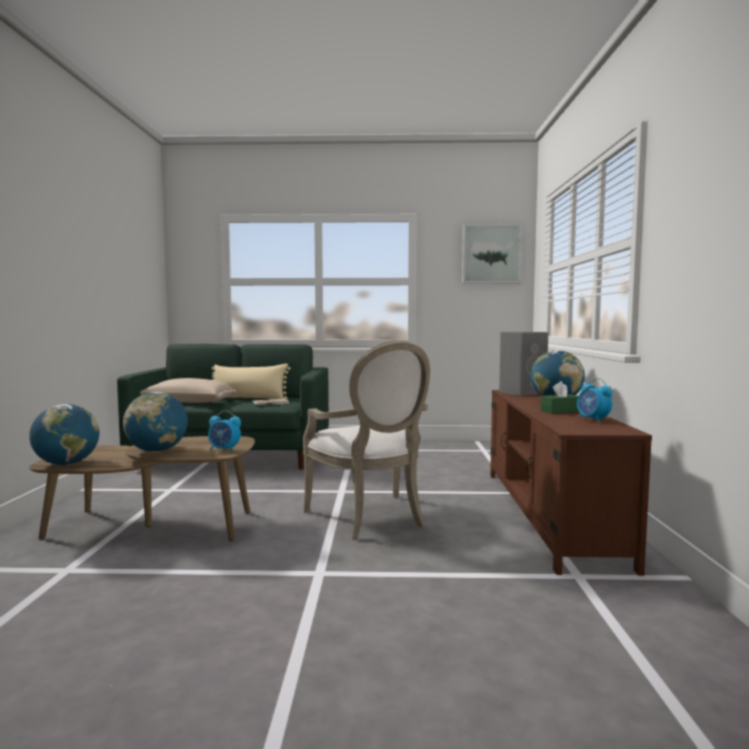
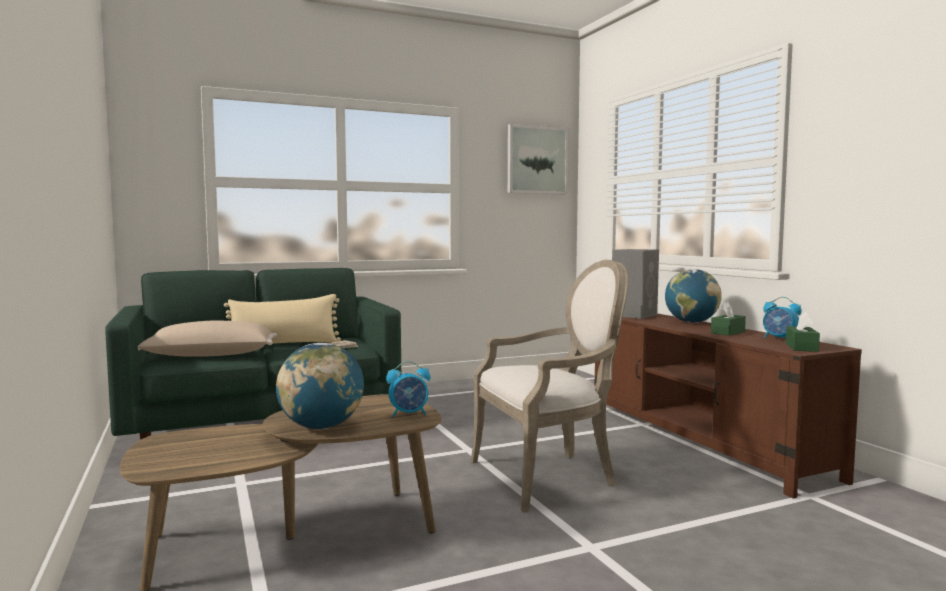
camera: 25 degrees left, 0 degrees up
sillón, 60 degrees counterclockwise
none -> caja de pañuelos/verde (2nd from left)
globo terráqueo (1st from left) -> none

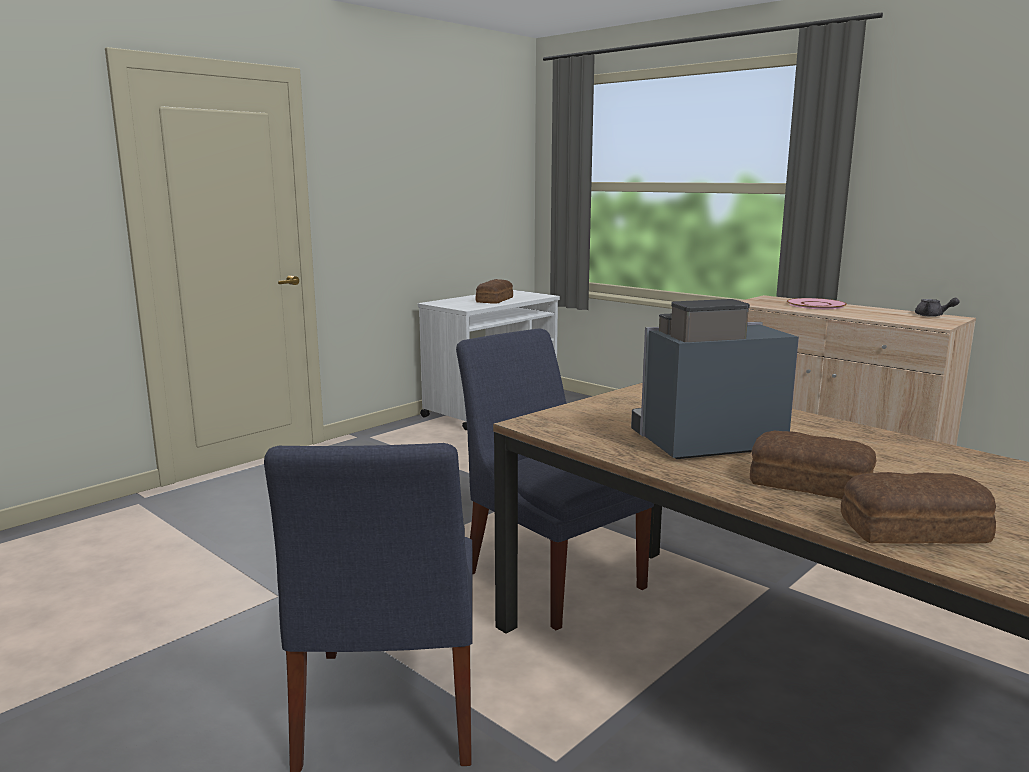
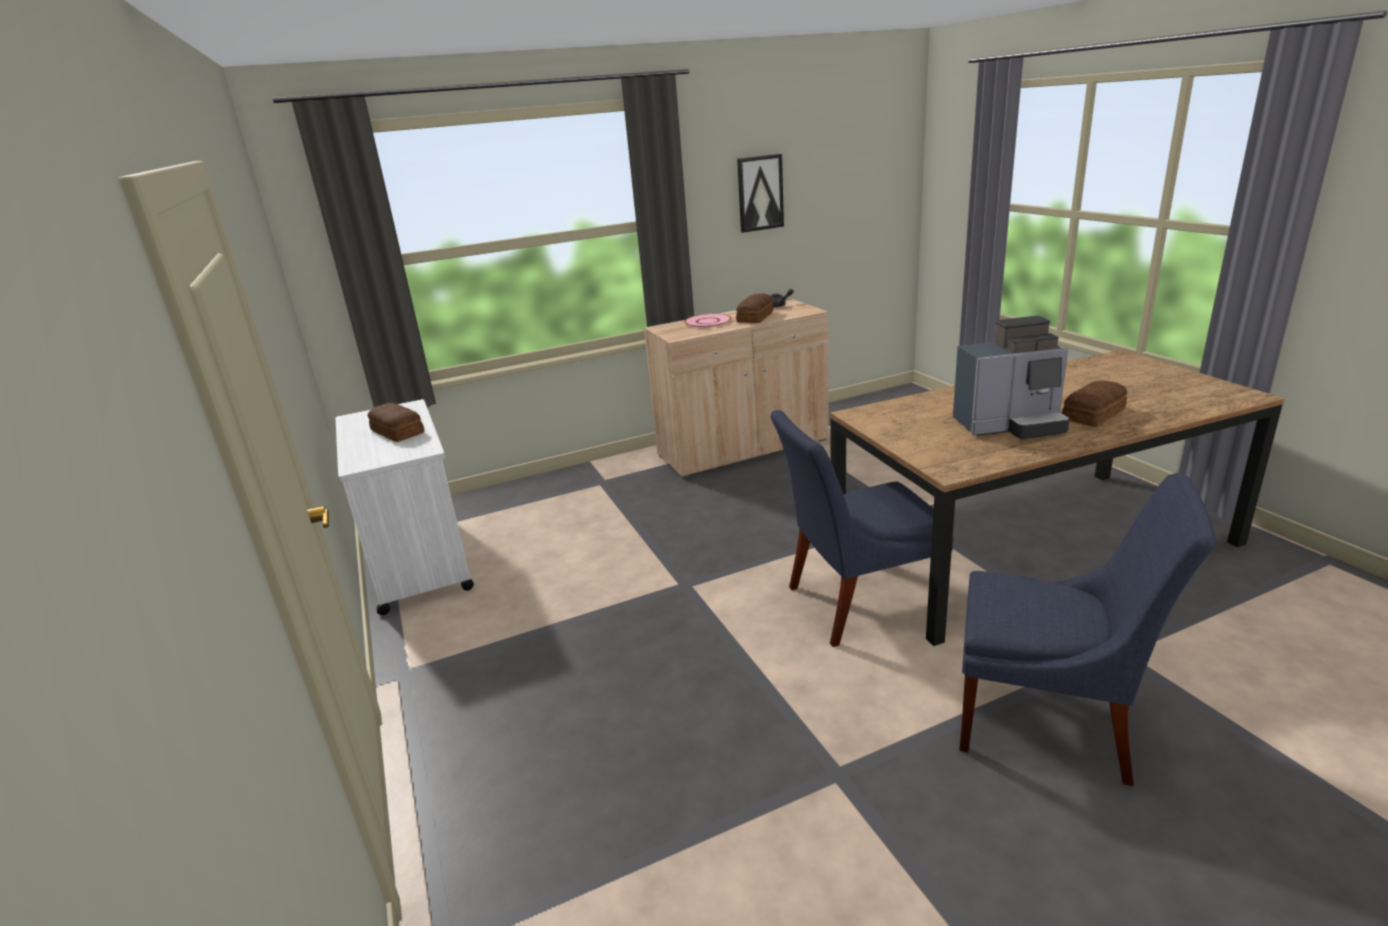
camera: 65 degrees left, 10 degrees up
pan (3rd from left in the first image) -> pan (2nd from left), moved
none -> cuadro
cafetera, 105 degrees counterclockwise

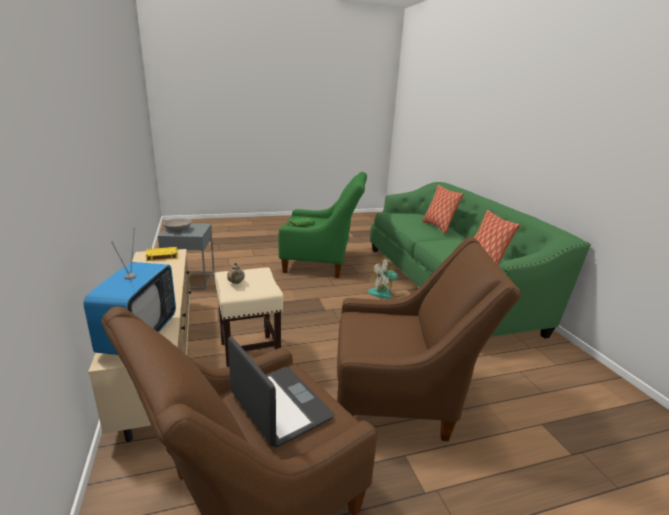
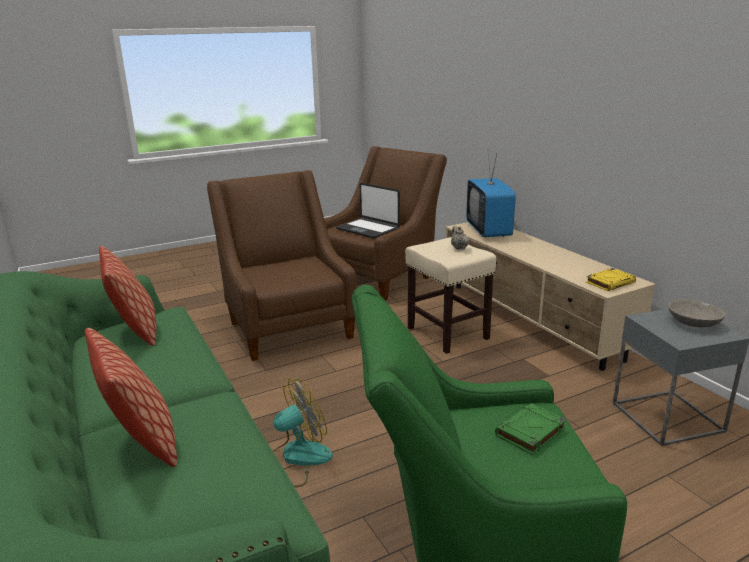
camera: 170 degrees right, 0 degrees up
sillón/marrón (2nd from left in the first image) -> sillón/marrón (1st from left), 75 degrees clockwise

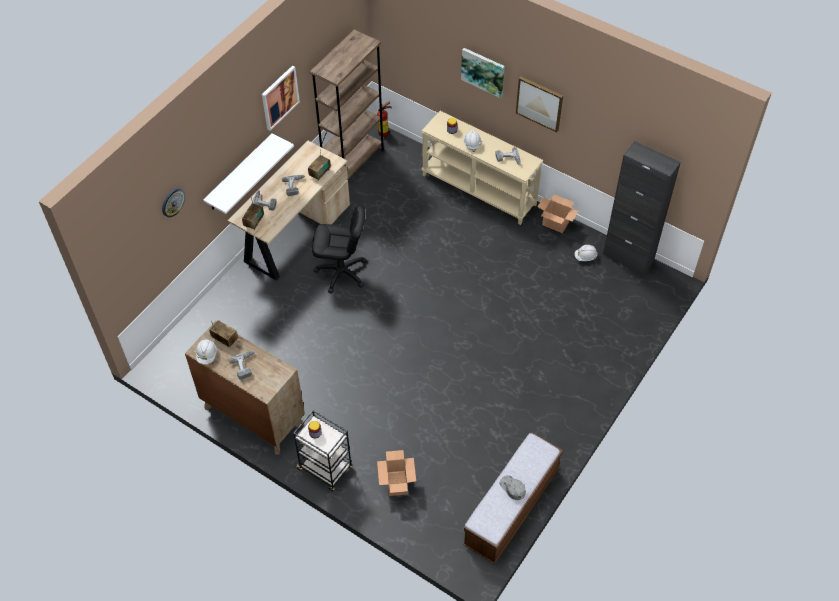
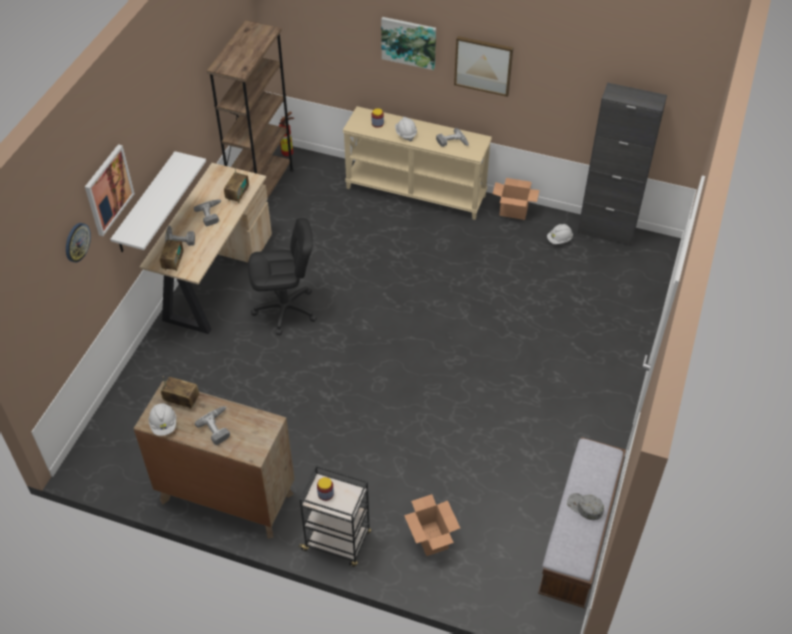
camera: 15 degrees left, 5 degrees down
cuadro (1st from left), moved

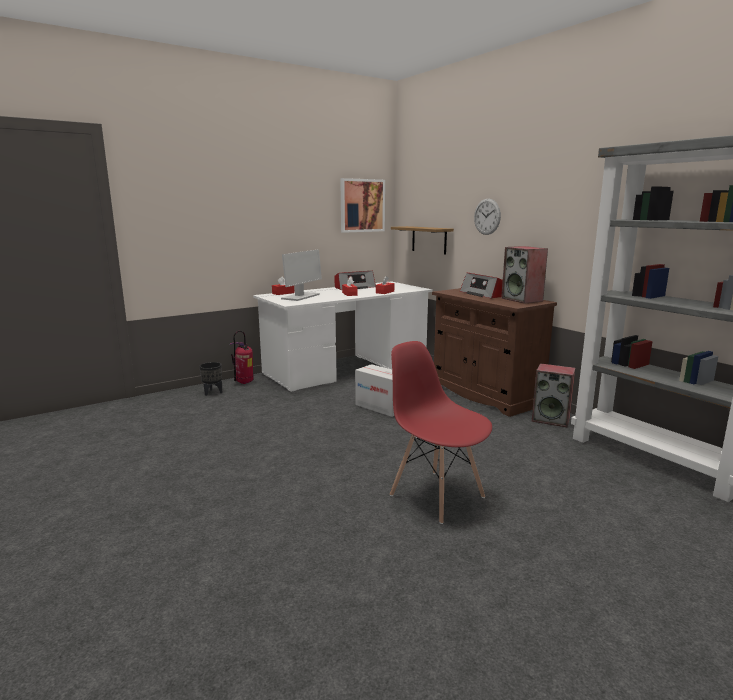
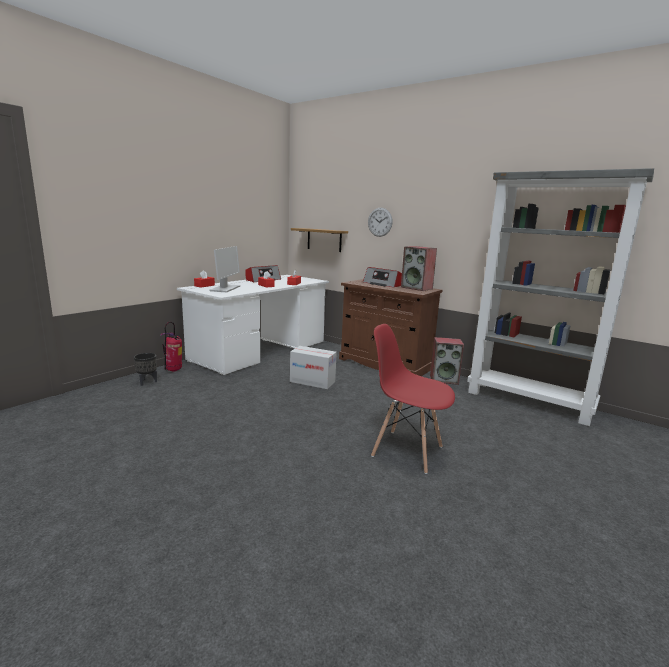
camera: 20 degrees left, 0 degrees up
cuadro -> none

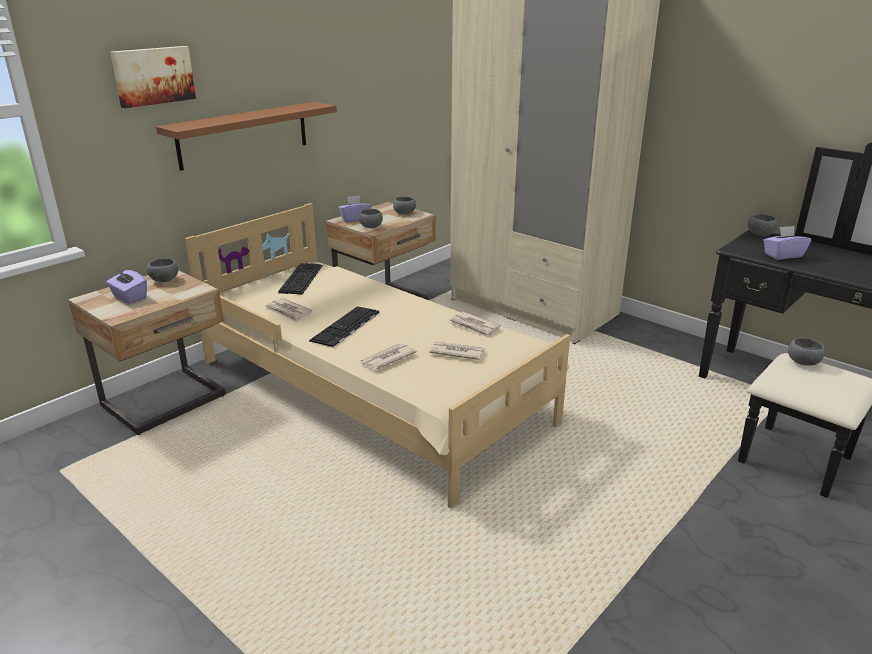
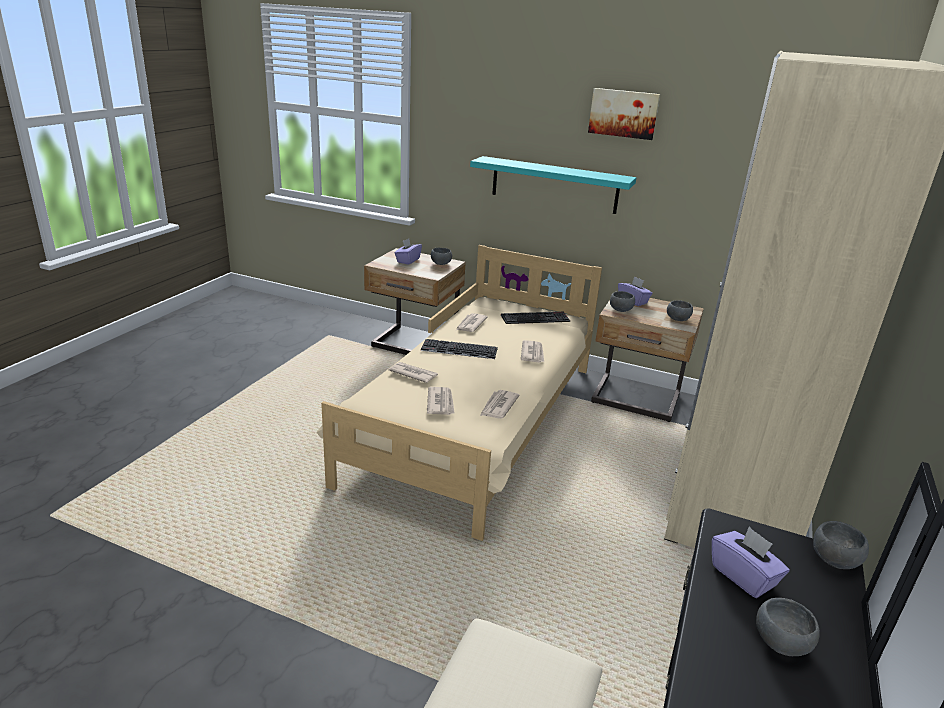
camera: 70 degrees right, 0 degrees up
estante/marrón -> estante/turquesa
none -> periódico (5th from left)
cuadro, moved
cuenco/gris (5th from left in the first image) -> cuenco/gris (4th from left), moved

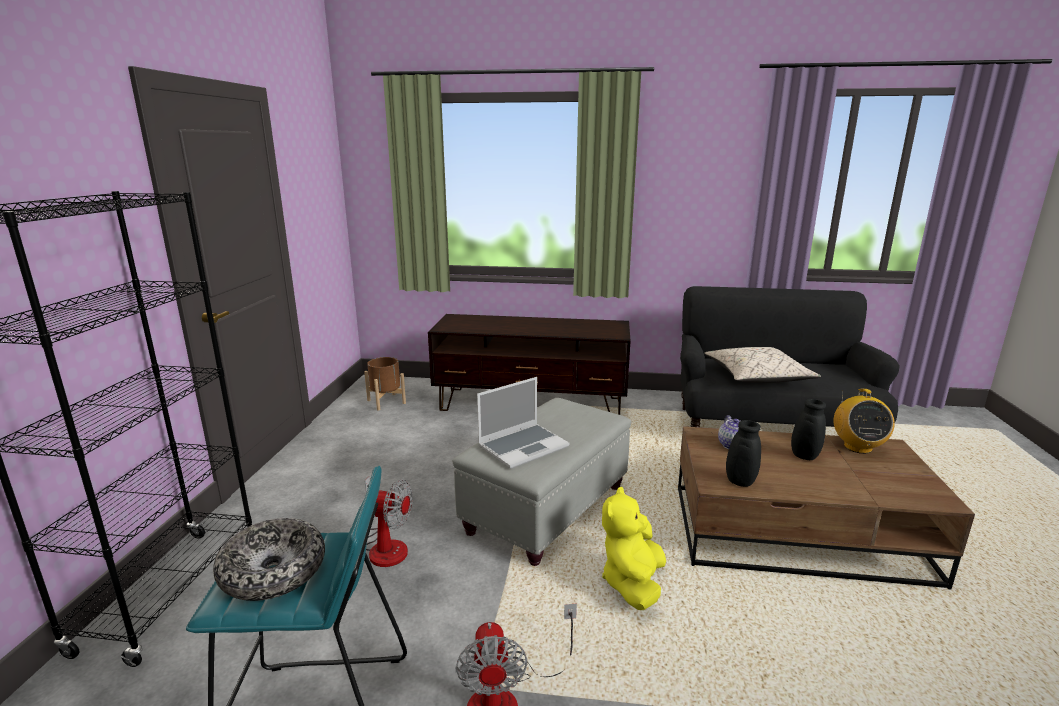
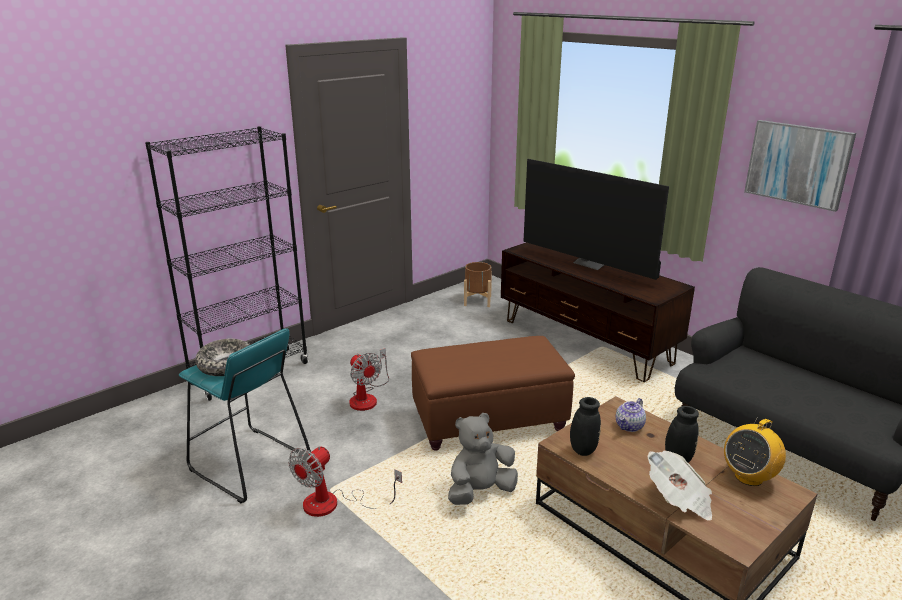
camera: 40 degrees right, 5 degrees up
puf/gris -> puf/marrón
peluche/amarillo -> peluche/gris
none -> televisor
none -> periódico
none -> cuadro
portátil -> none
cojín/beis -> none

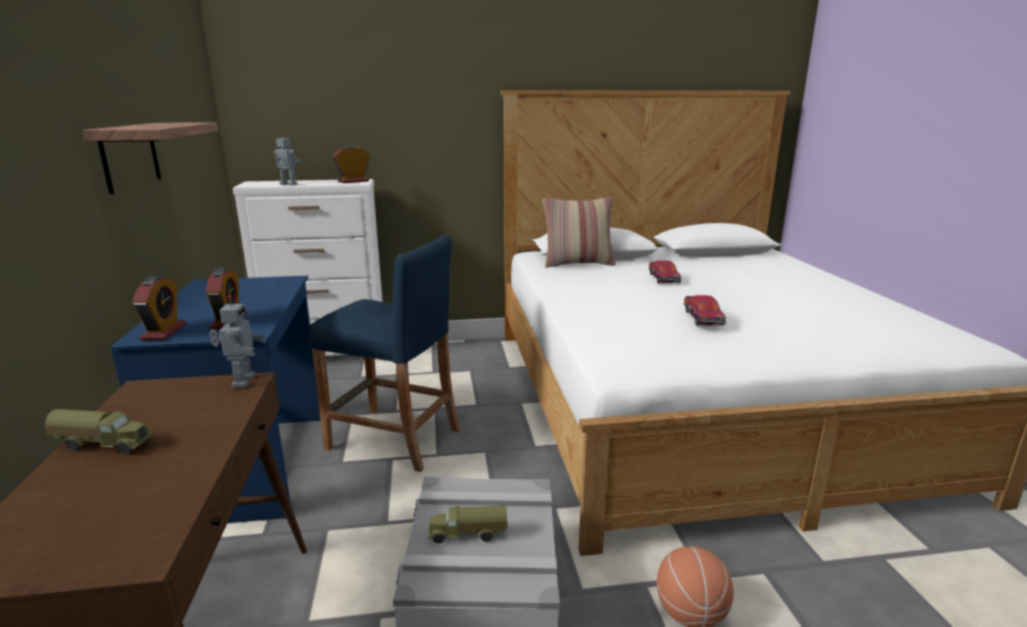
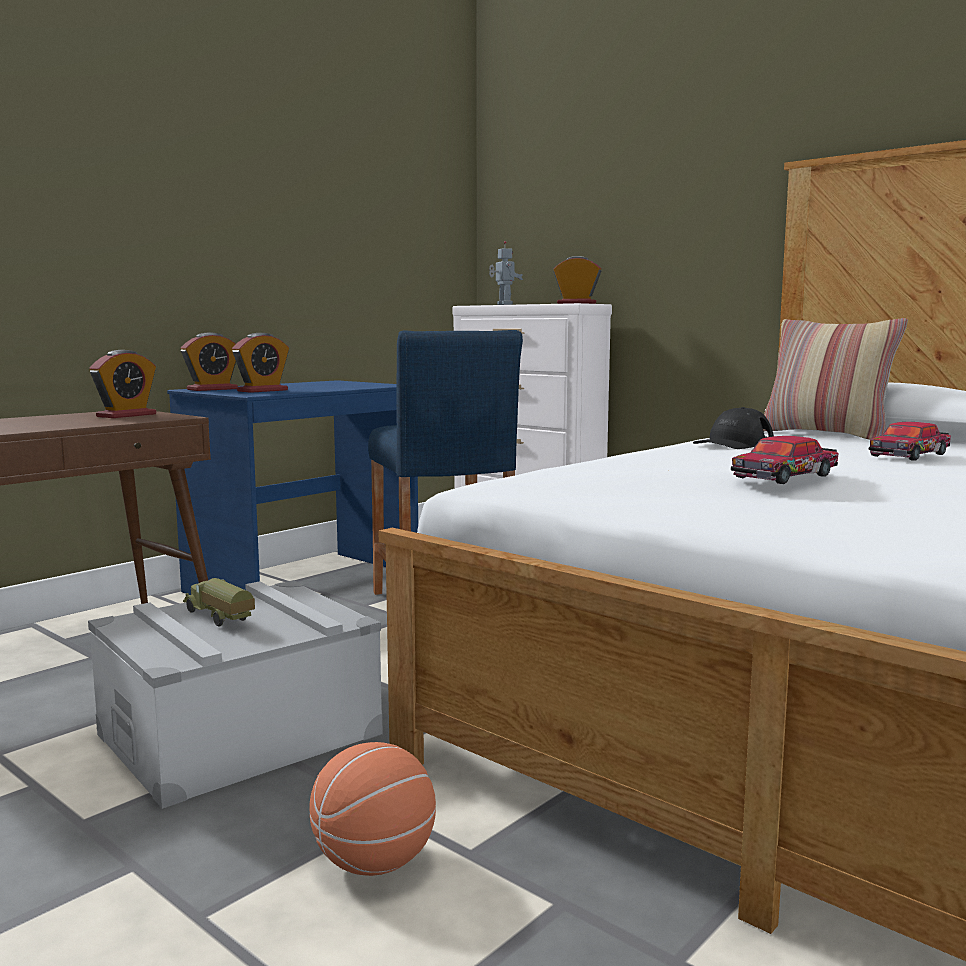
camera: 50 degrees right, 10 degrees down
none -> despertador (1st from left)
none -> gorra/negro
camión de juguete (1st from left) -> none
estante -> none
robot de juguete (1st from left) -> none

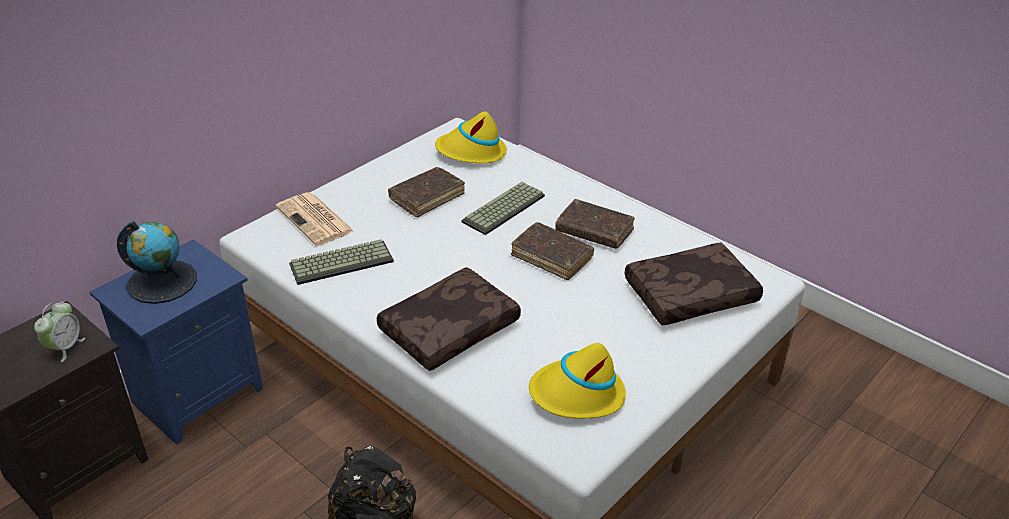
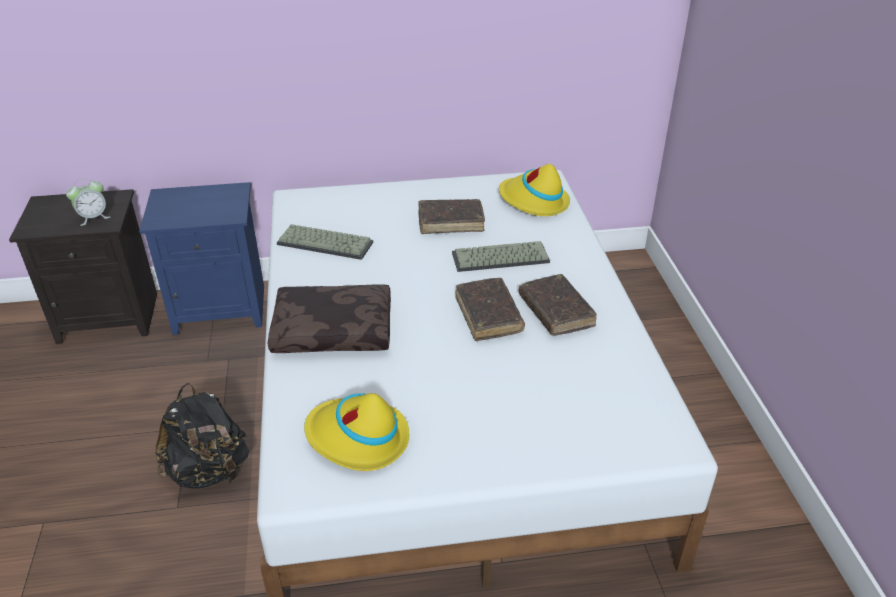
camera: 40 degrees right, 0 degrees up
globo terráqueo -> none
periódico -> none
cojín/marrón (2nd from left) -> none

